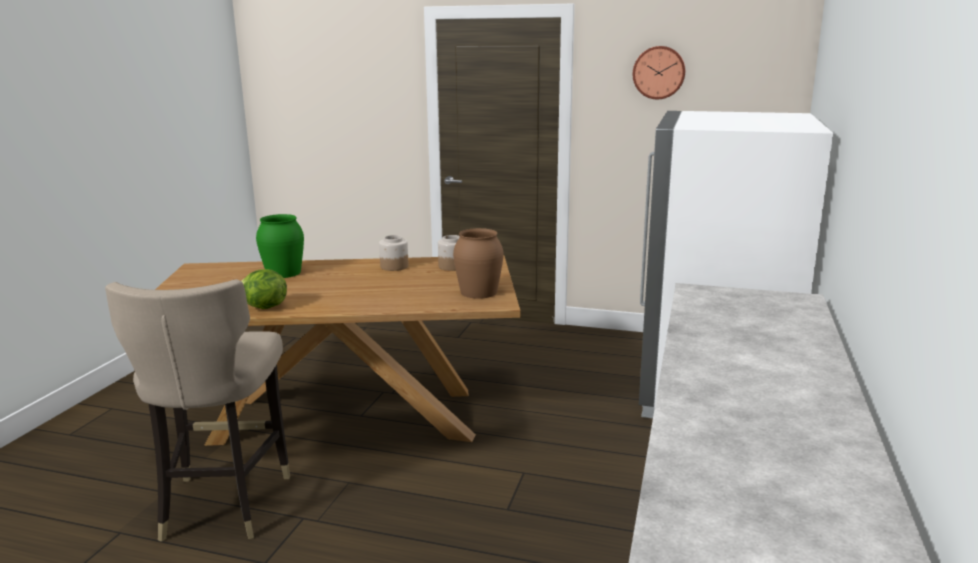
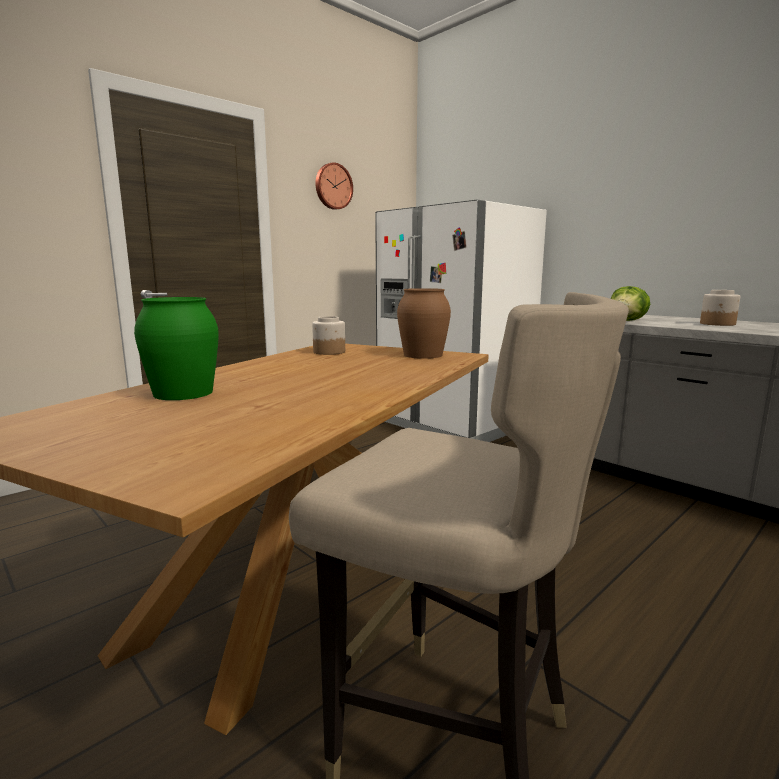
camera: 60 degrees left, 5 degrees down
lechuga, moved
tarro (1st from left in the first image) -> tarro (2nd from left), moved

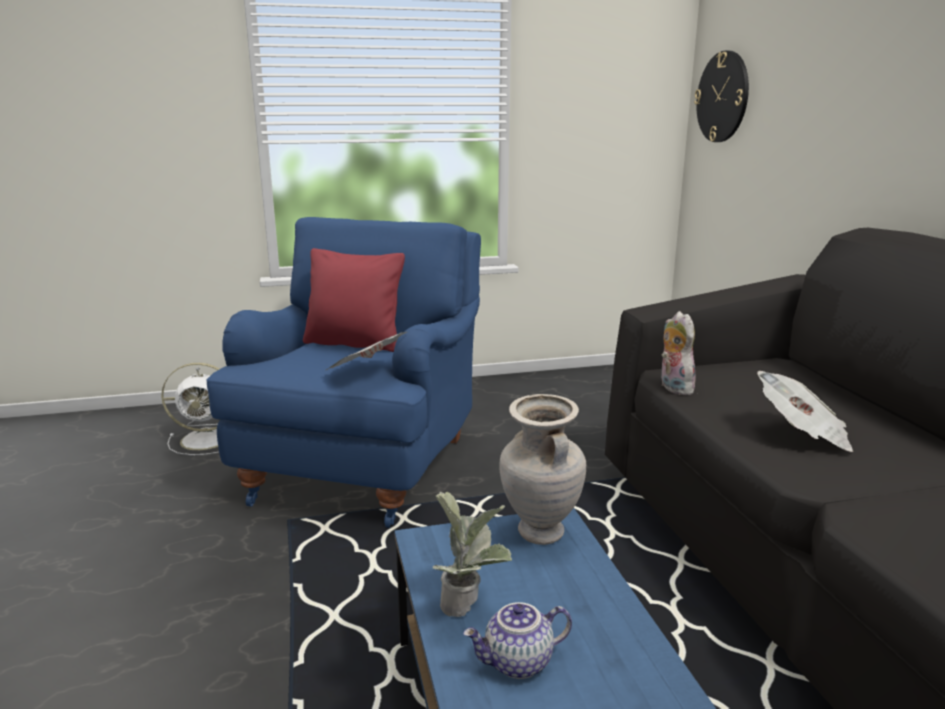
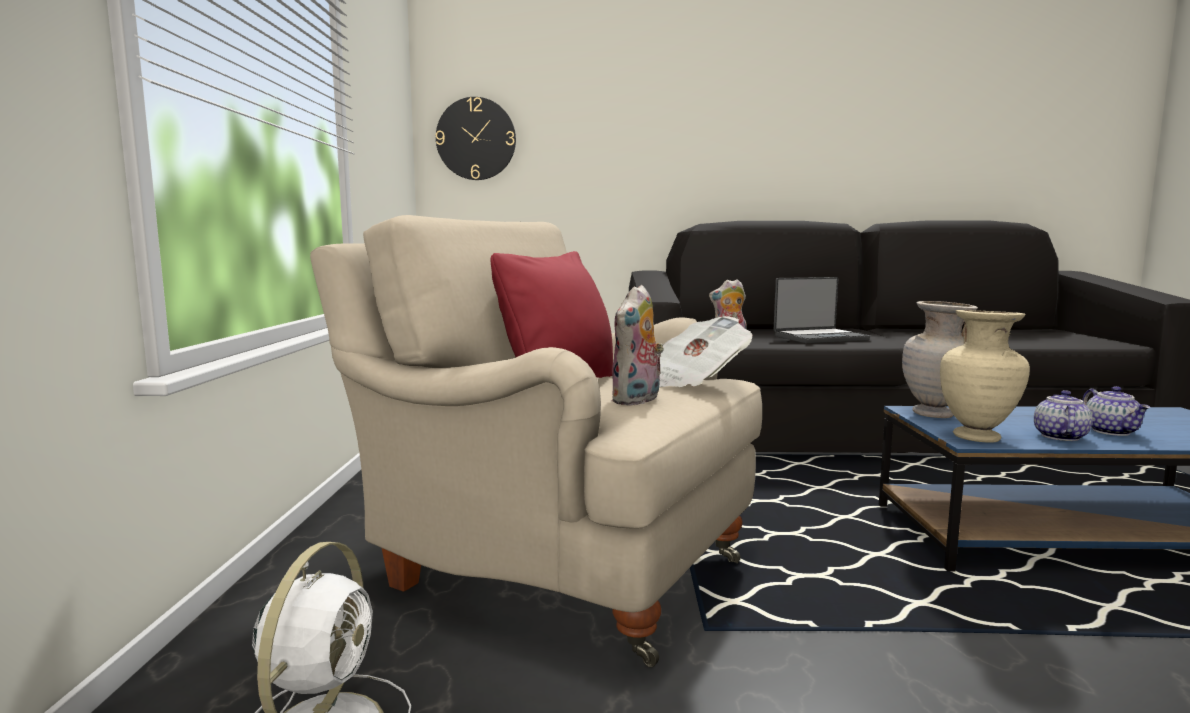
camera: 75 degrees left, 10 degrees down
sillón/azul -> sillón/beis
none -> peluche (1st from left)
periódico (2nd from left) -> portátil
none -> florero/beis (2nd from left)
planta en maceta -> tetera (1st from left)

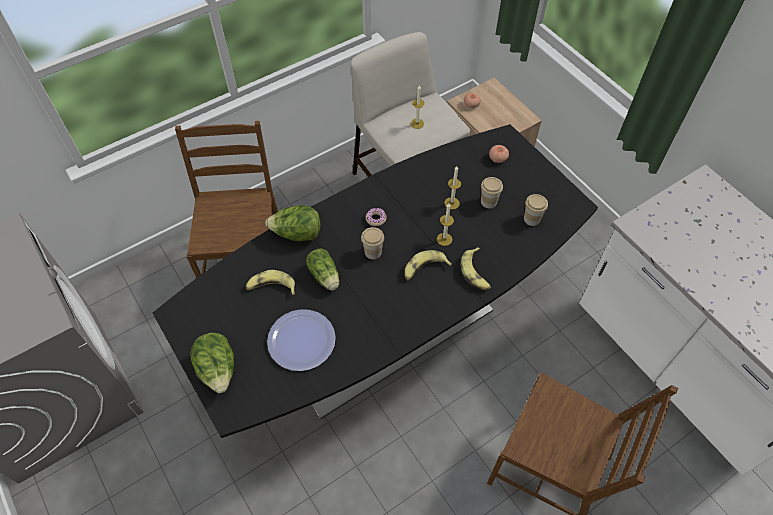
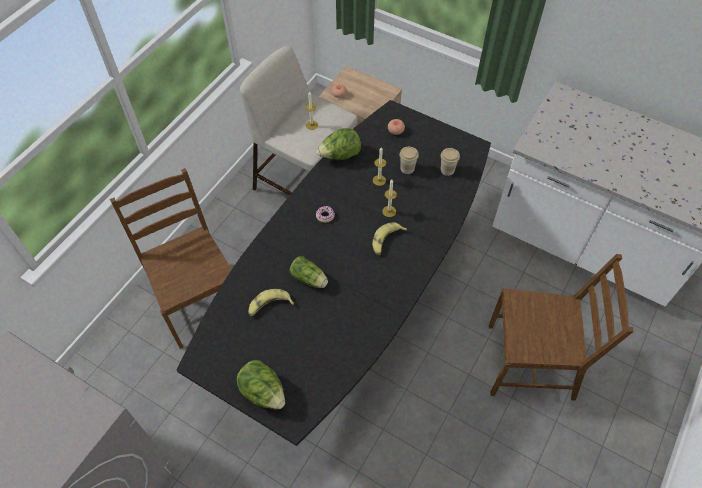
camera: 25 degrees left, 0 degrees up
lechuga (2nd from left in the first image) -> lechuga (3rd from left), moved
plato -> none
taza (1st from left) -> none
plátano (3rd from left) -> none

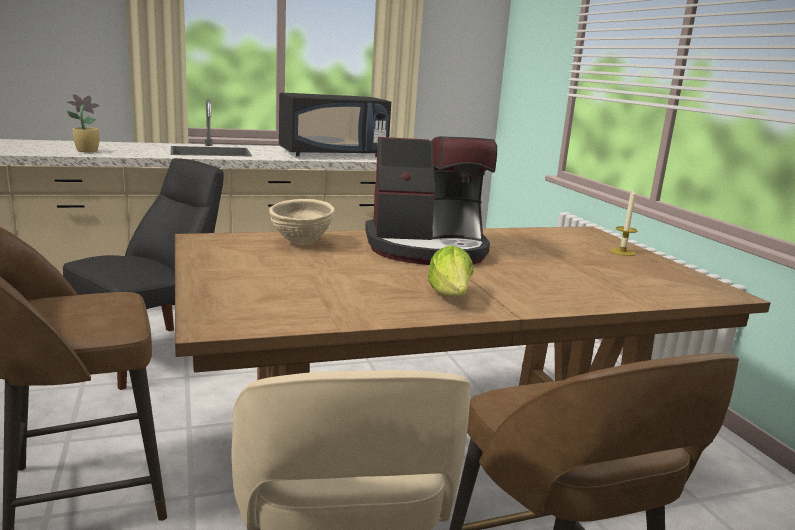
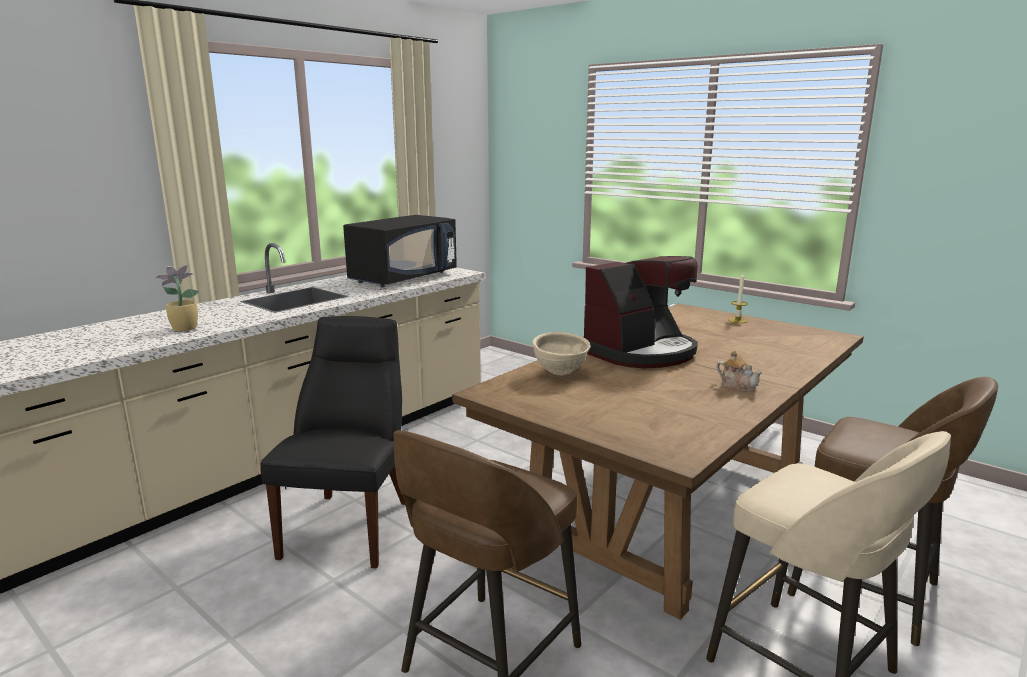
camera: 30 degrees left, 0 degrees up
lechuga -> tetera

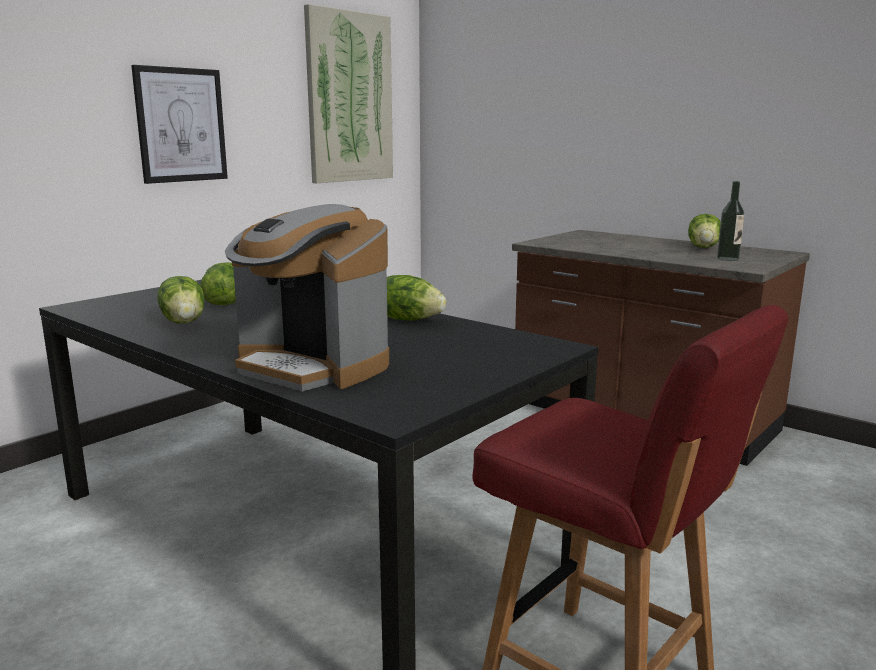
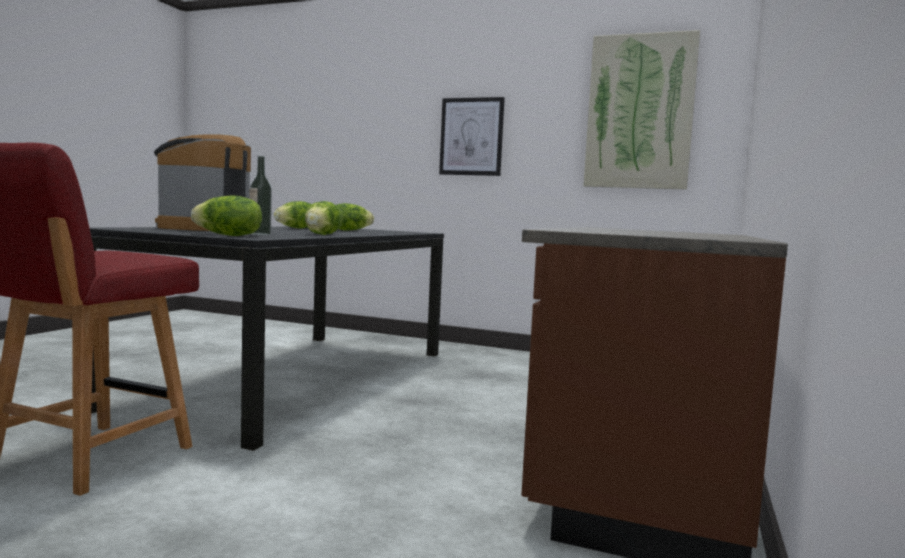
camera: 70 degrees right, 10 degrees down
lechuga (4th from left in the first image) -> lechuga (1st from left), moved
botella, moved

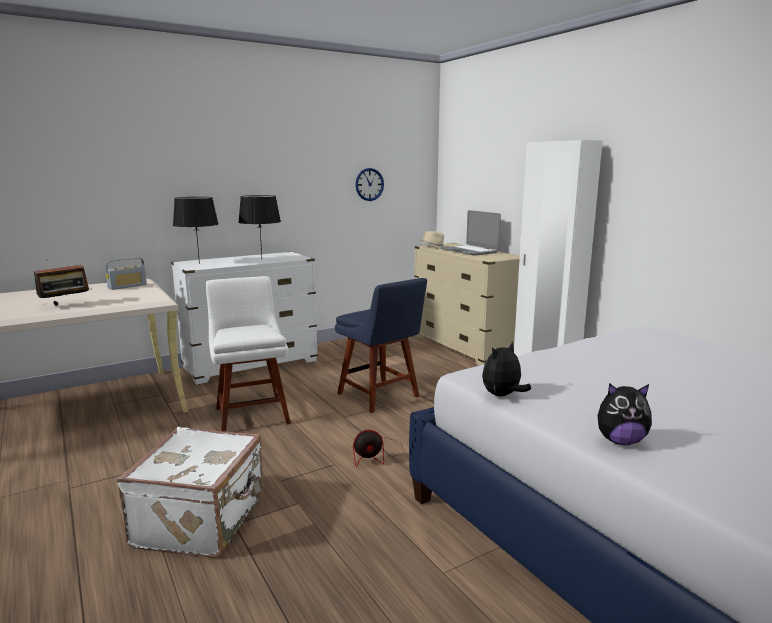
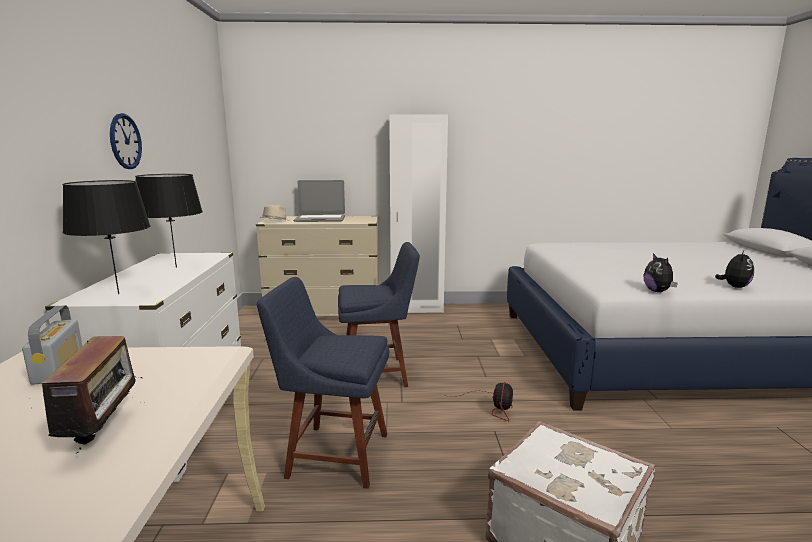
camera: 60 degrees left, 0 degrees up
reloj de pared, moved
silla/blanco -> silla/azul (1st from left)

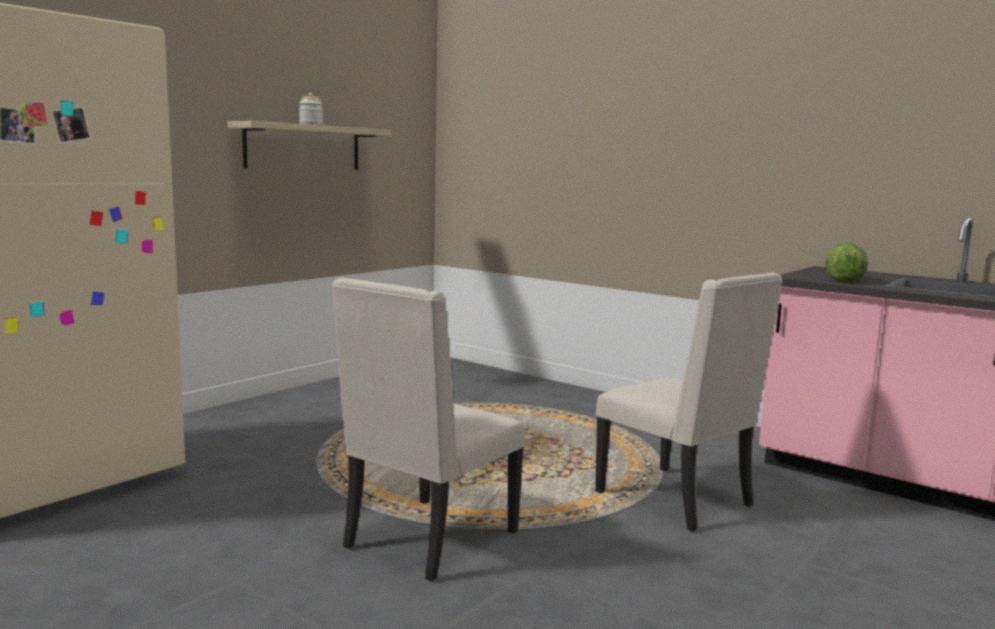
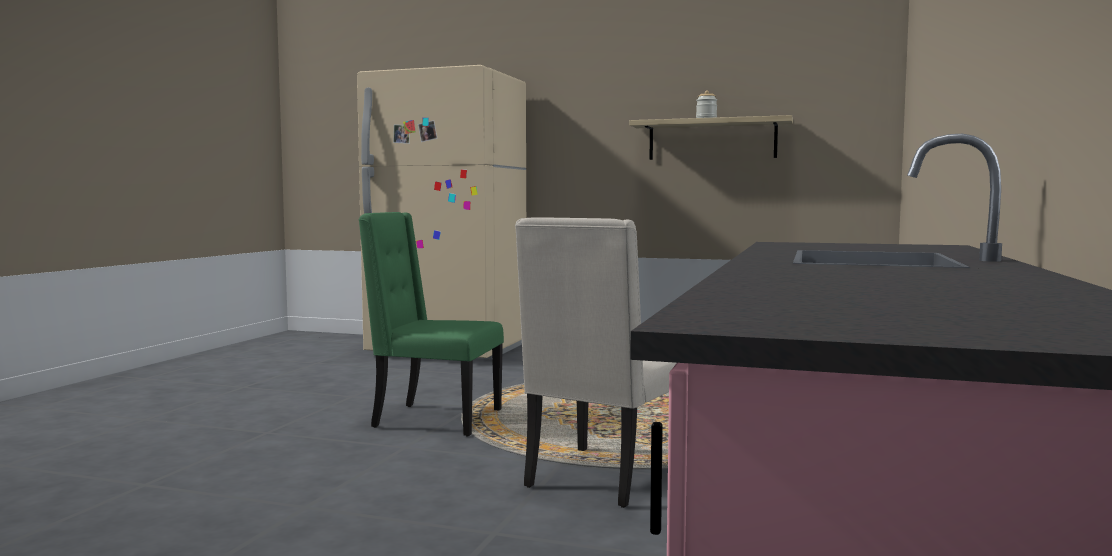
camera: 70 degrees right, 5 degrees down
silla/beis (1st from left) -> silla/verde
lechuga -> none

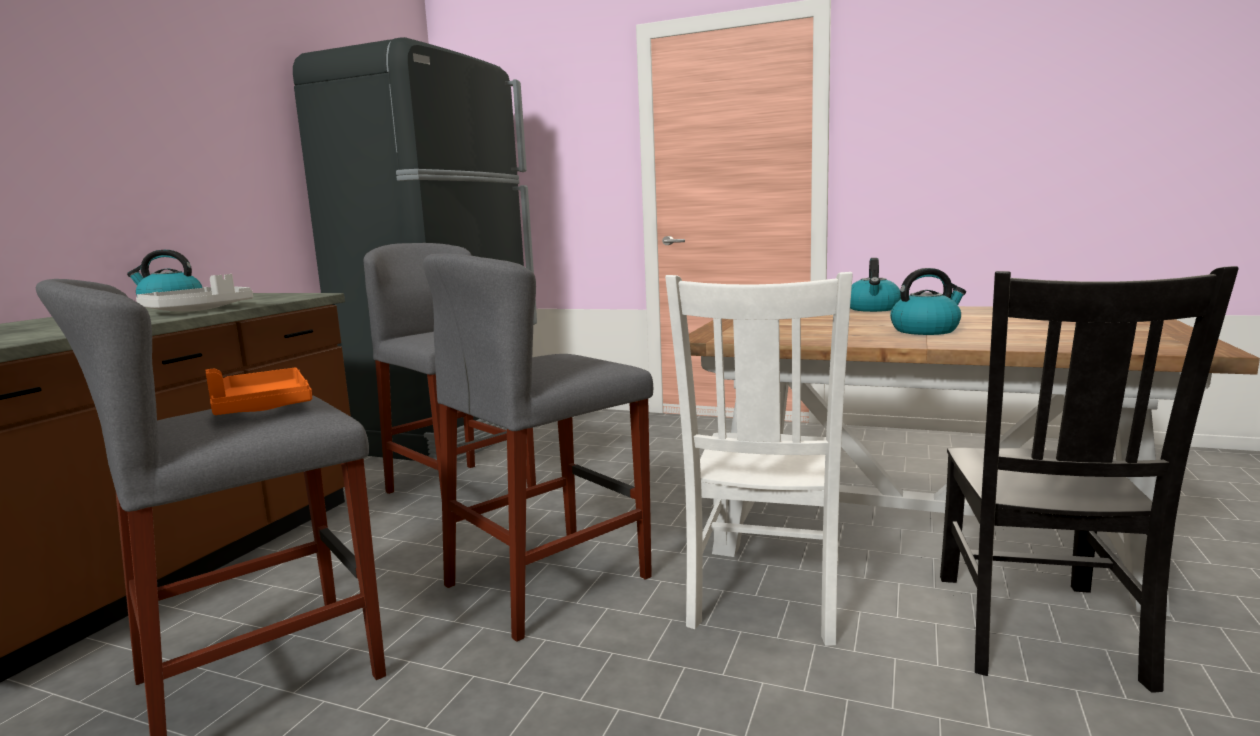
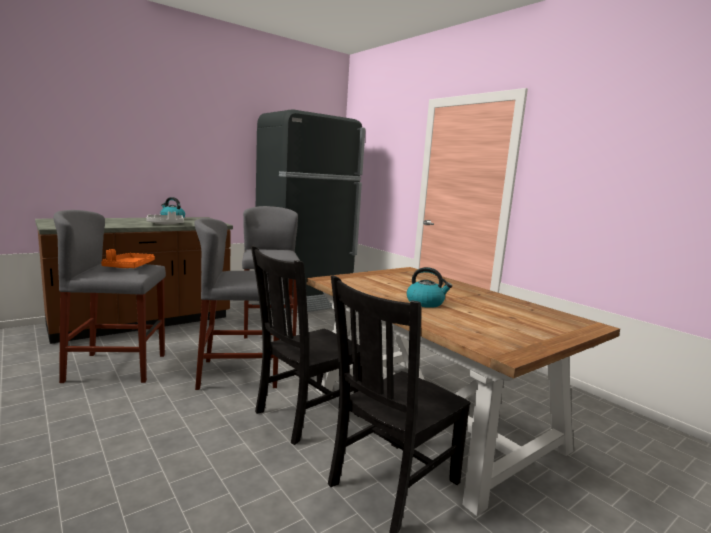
camera: 30 degrees right, 0 degrees up
silla/blanco -> silla/negro (1st from left)
hervidor (2nd from left) -> none

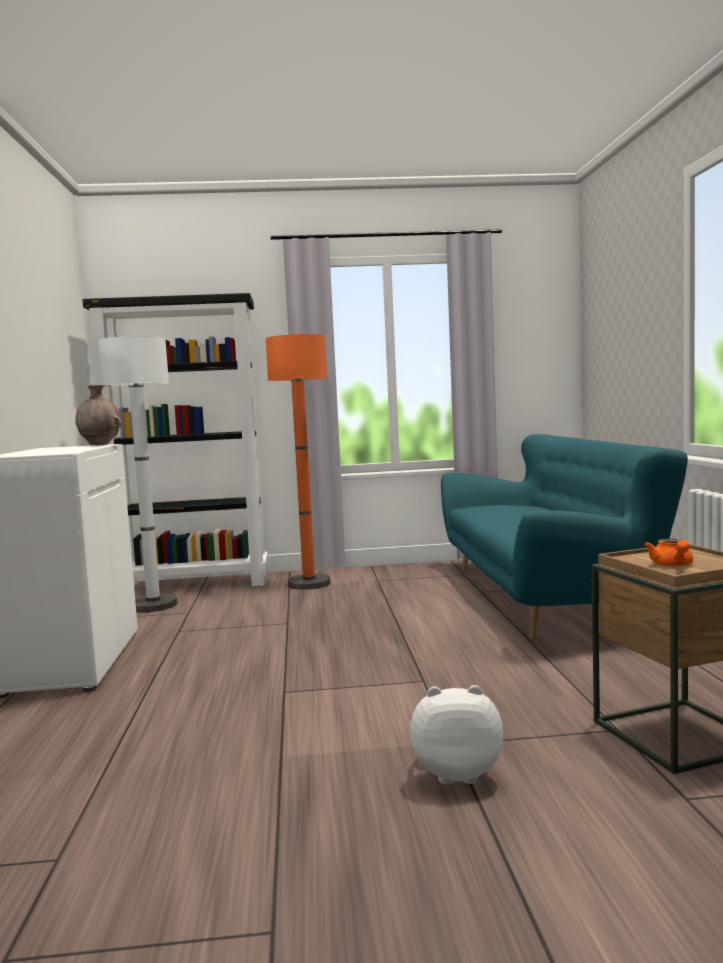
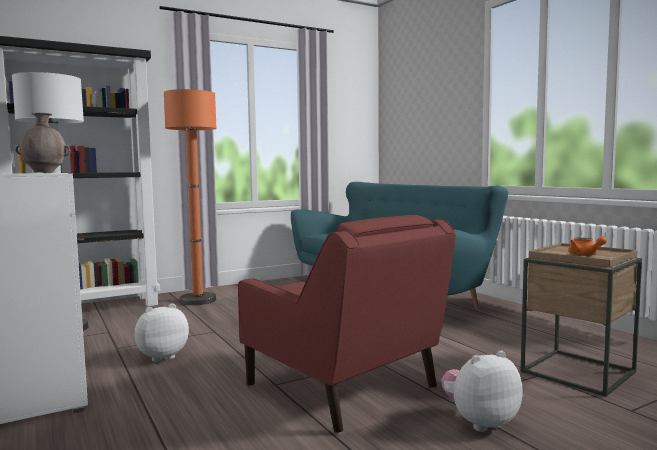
camera: 25 degrees left, 0 degrees up
none -> peluche (1st from left)
none -> sillón/rojo

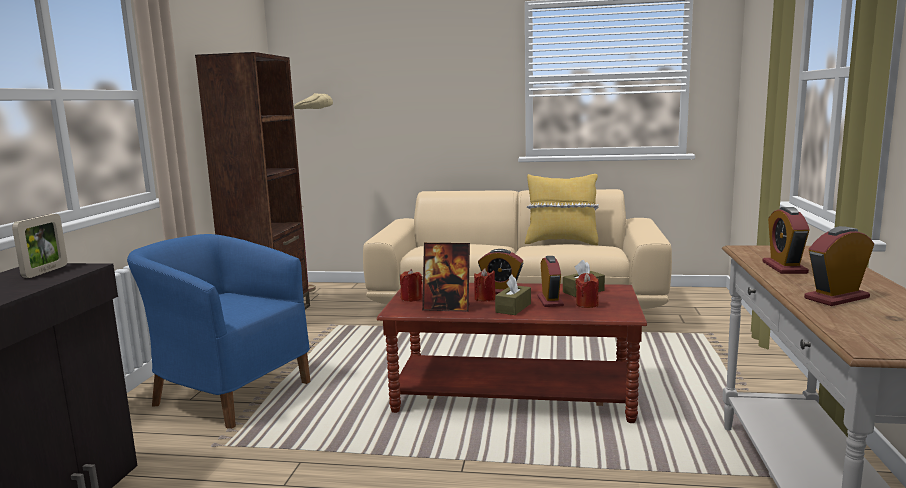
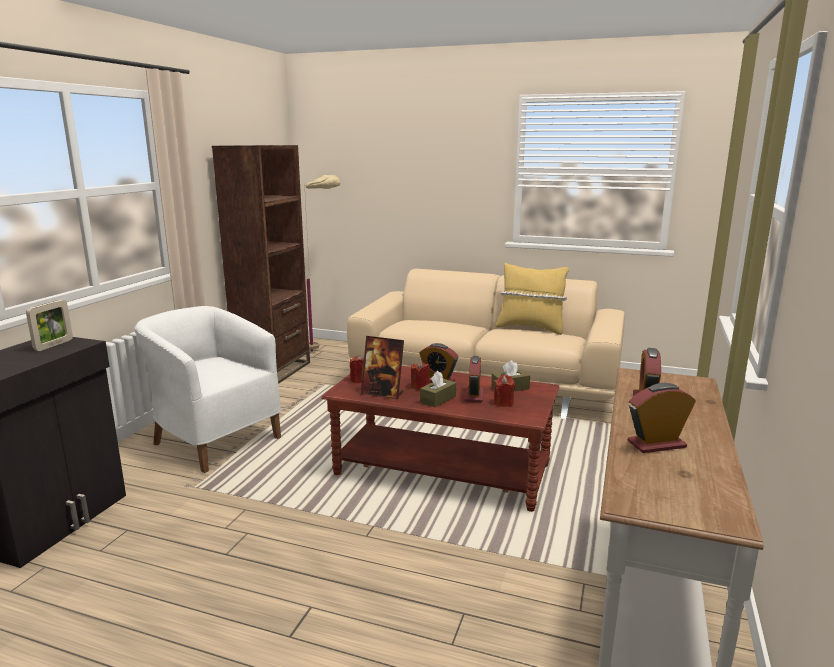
camera: 10 degrees right, 5 degrees up
sillón/azul -> sillón/blanco

